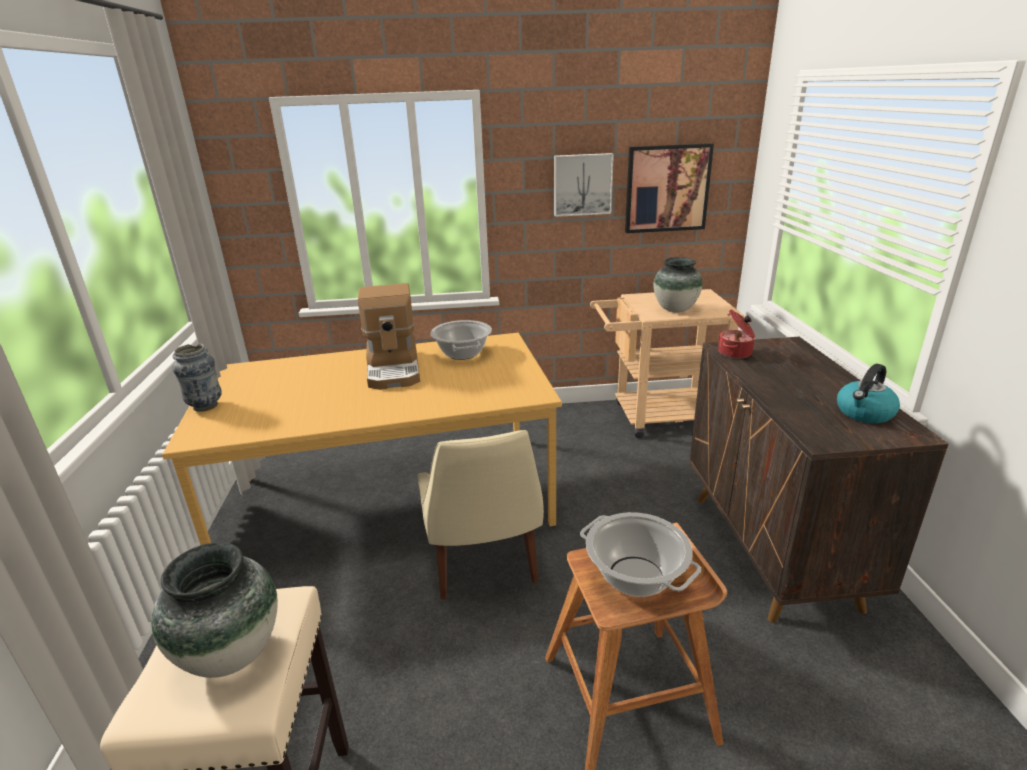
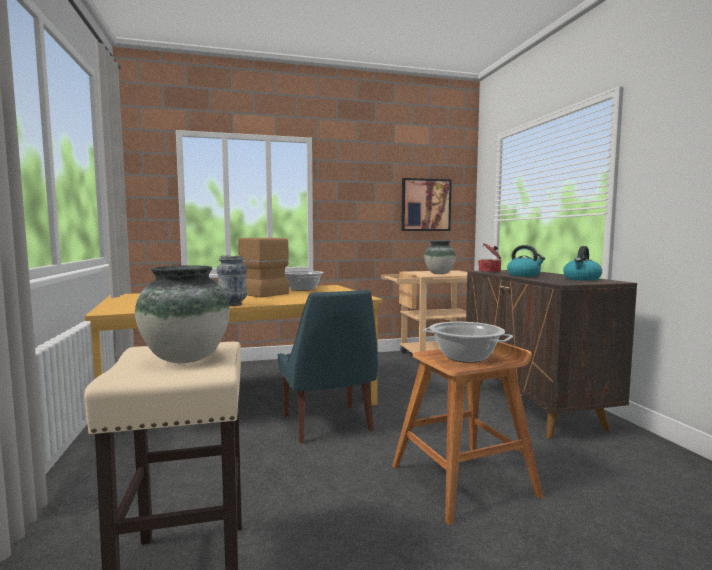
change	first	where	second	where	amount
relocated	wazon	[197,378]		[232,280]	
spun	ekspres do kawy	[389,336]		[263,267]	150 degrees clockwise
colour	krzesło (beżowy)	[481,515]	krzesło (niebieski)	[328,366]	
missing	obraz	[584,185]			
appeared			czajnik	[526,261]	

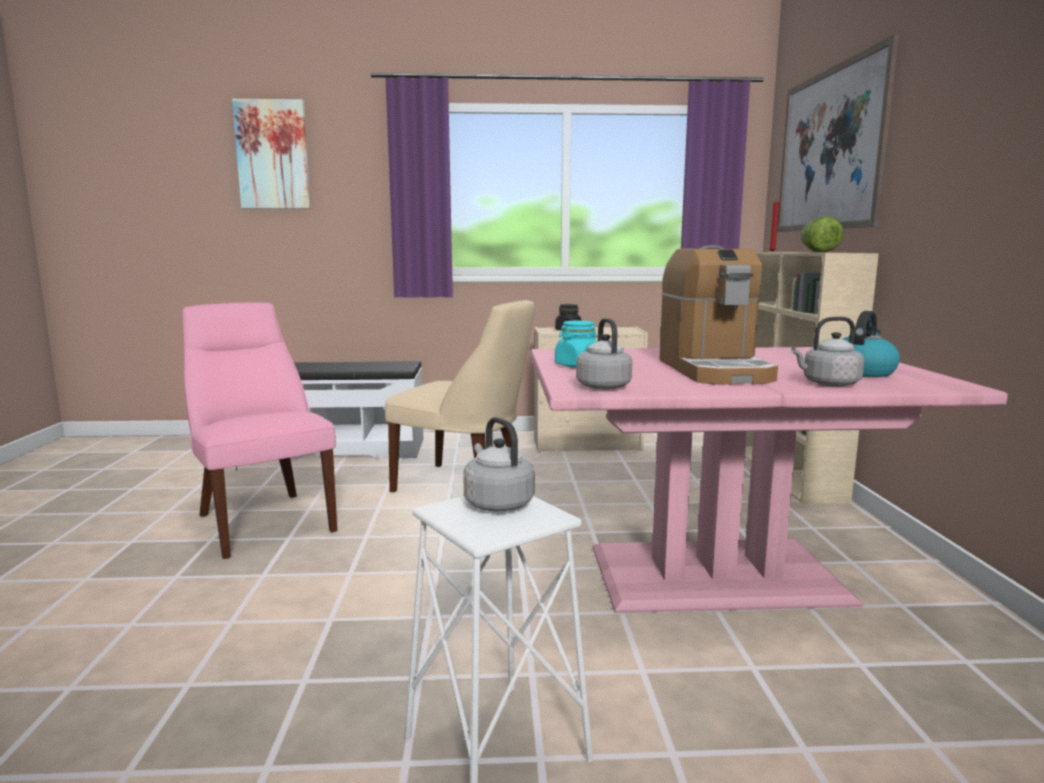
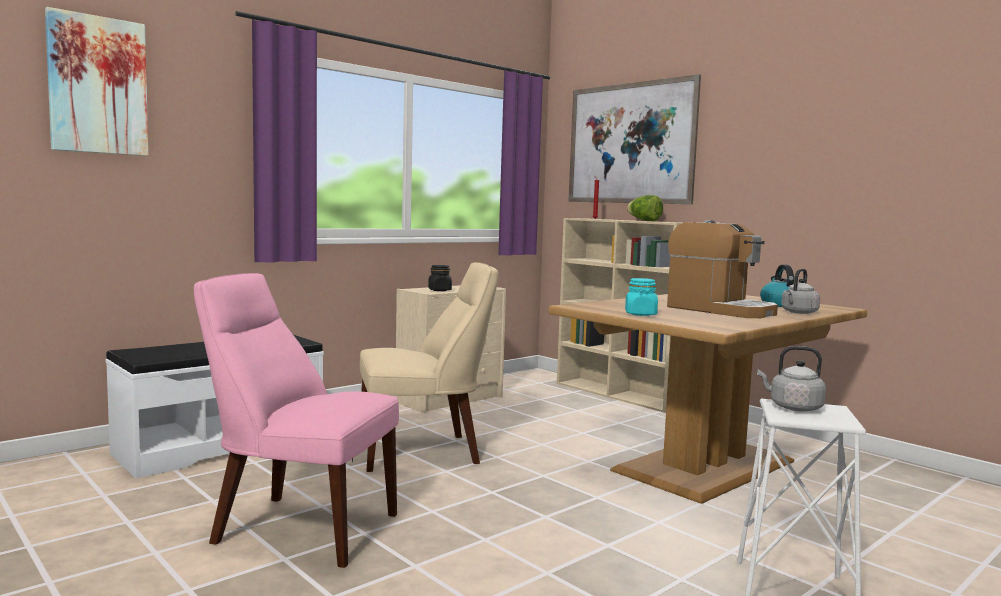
change	first	where	second	where	amount
colour	stół jadalny (różowy)	[769,480]	stół jadalny (brązowy)	[707,399]	
missing	czajnik (szary)	[604,354]			

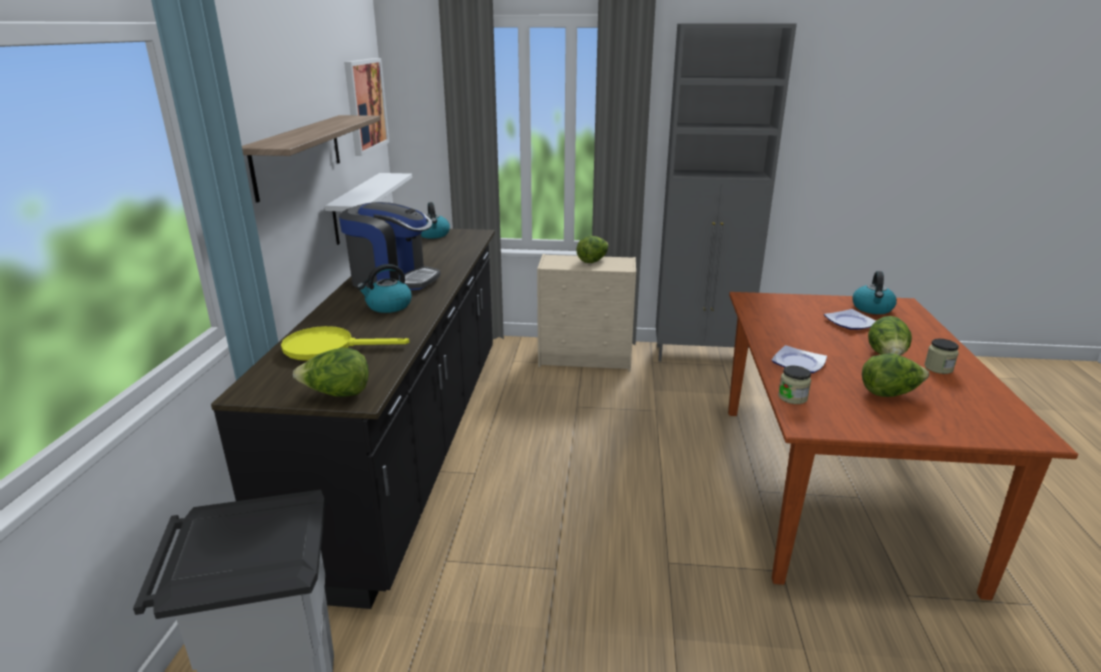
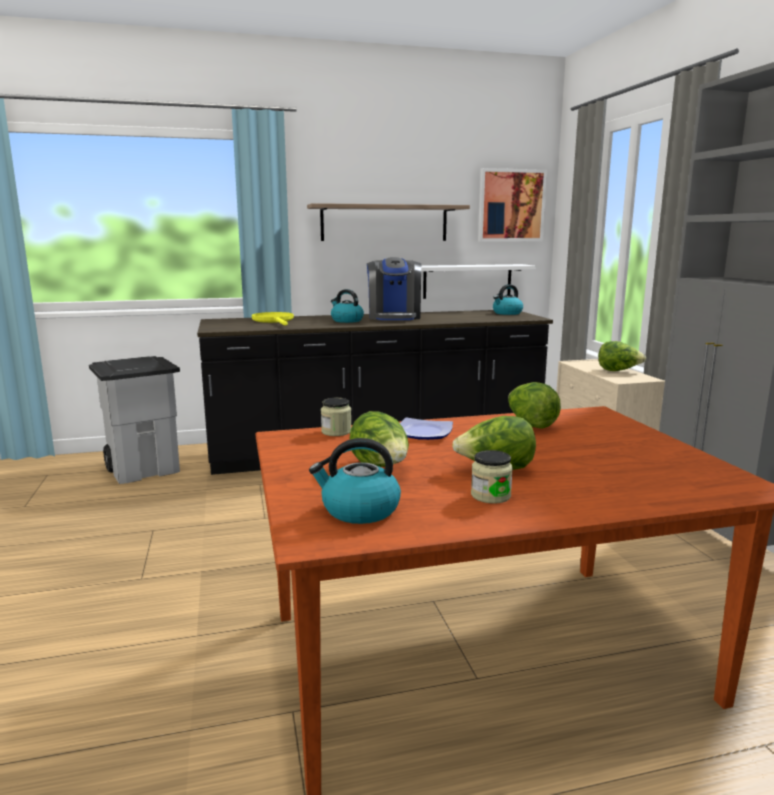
change	first	where	second	where	amount
relocated	sałata	[331,372]		[534,405]	
missing	talerz	[850,319]			
relocated	czajnik	[874,292]		[355,481]	

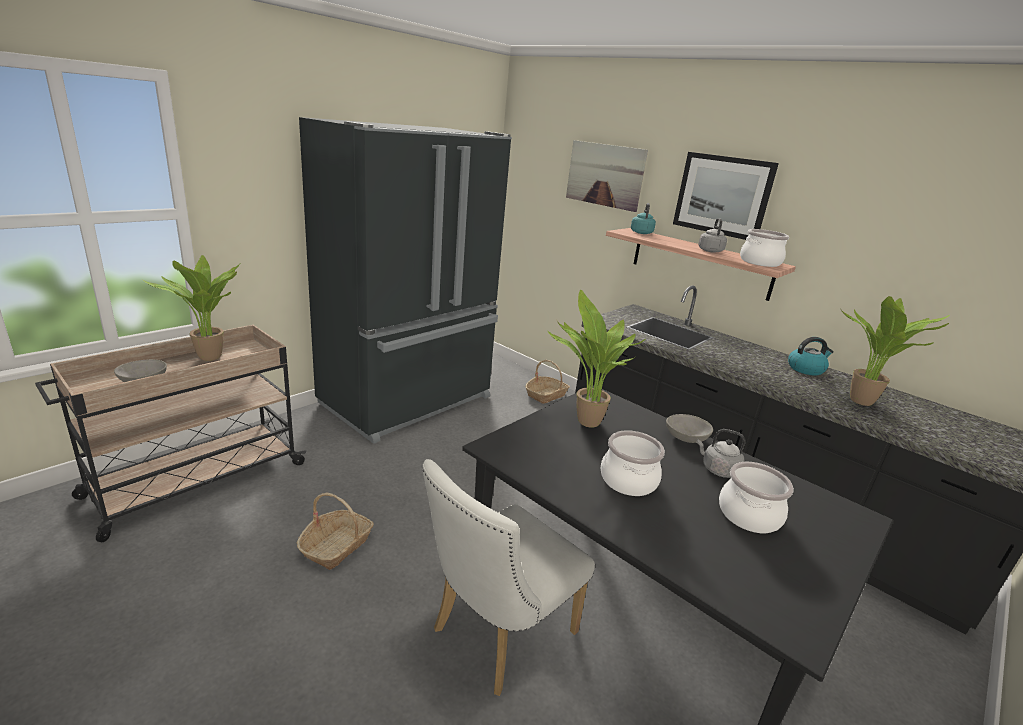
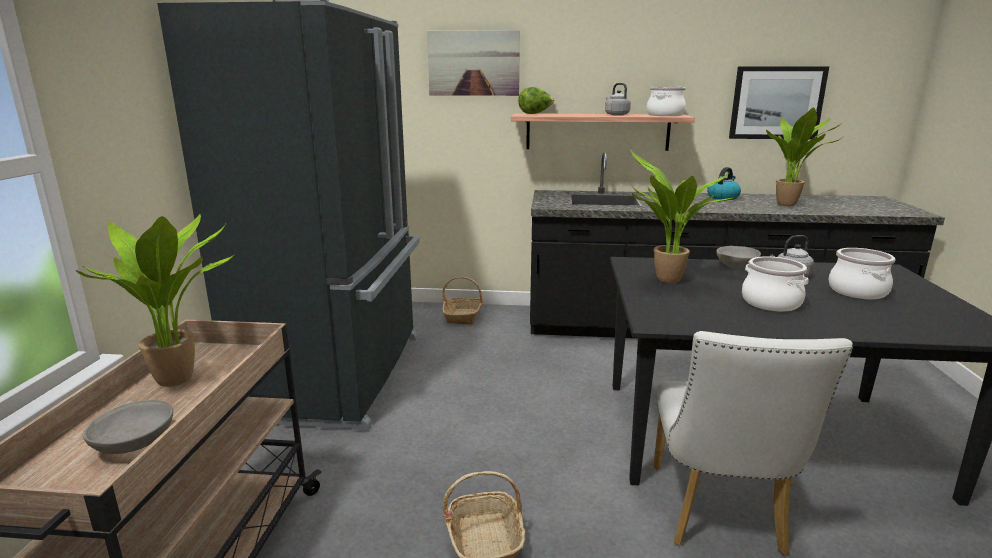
change	first	where	second	where	amount
exchanged	czajnik (turkusowy)	[643,218]	sałata	[536,100]	
relocated	obraz	[726,196]		[779,102]	

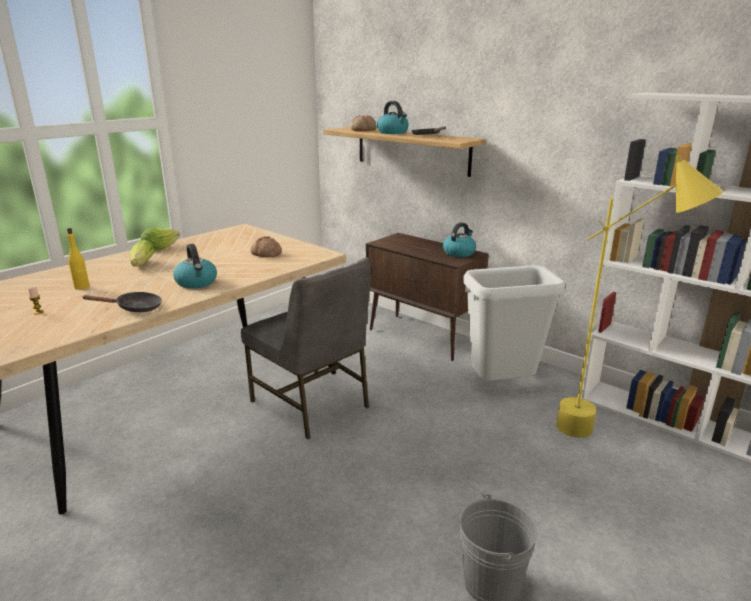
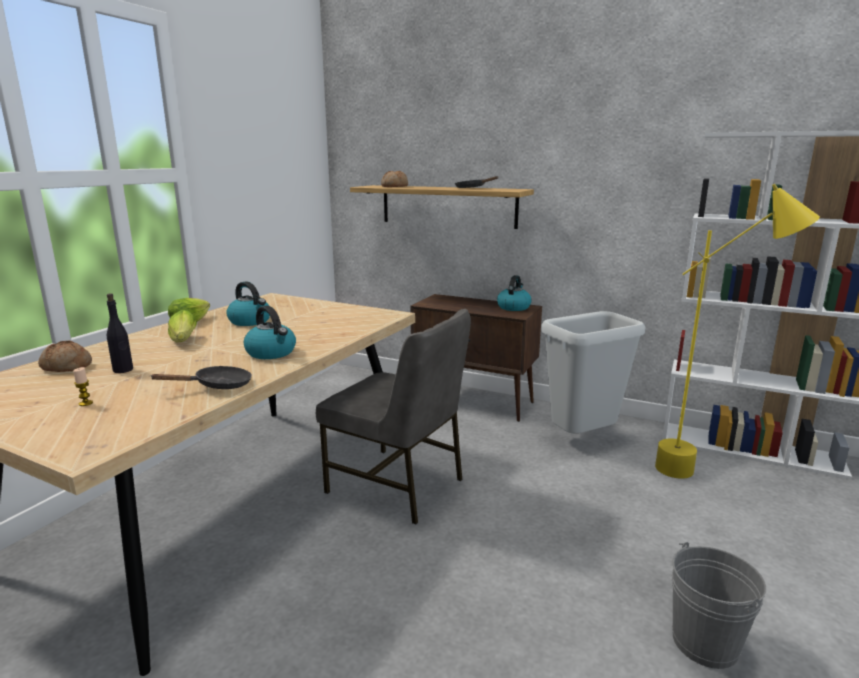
change	first	where	second	where	amount
colour	butelka (żółty)	[78,259]	butelka (czarny)	[120,333]	
relocated	chleb	[266,246]		[65,356]	
relocated	czajnik	[393,117]		[248,303]	

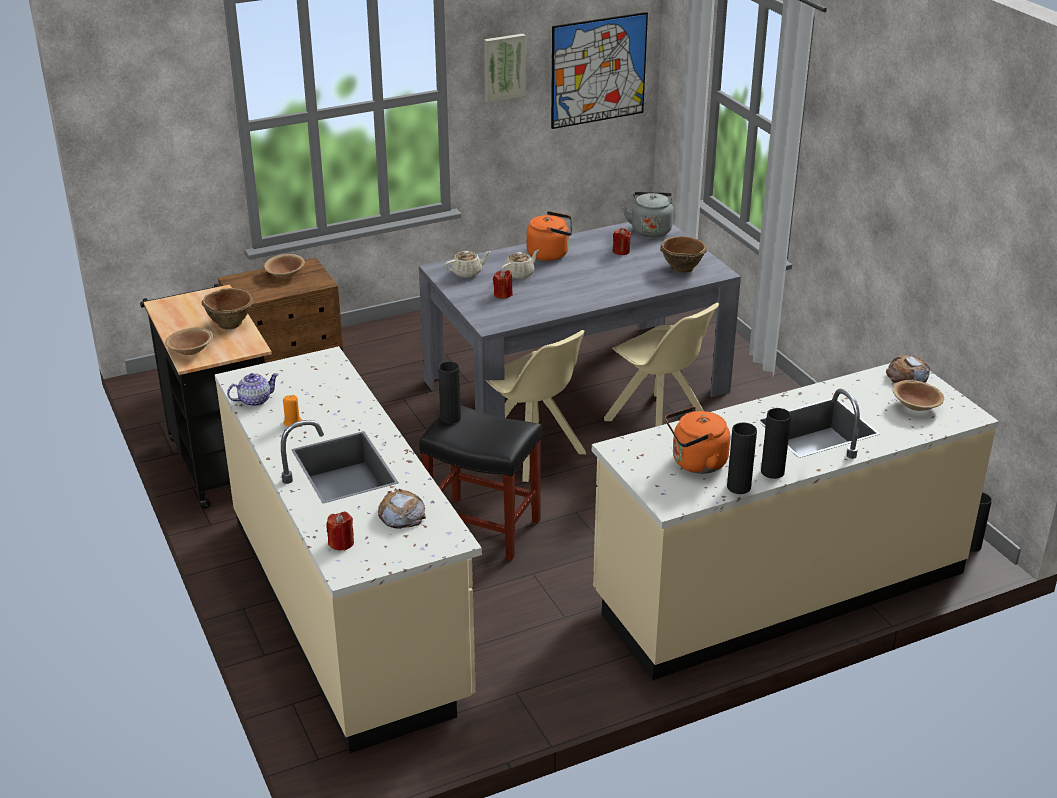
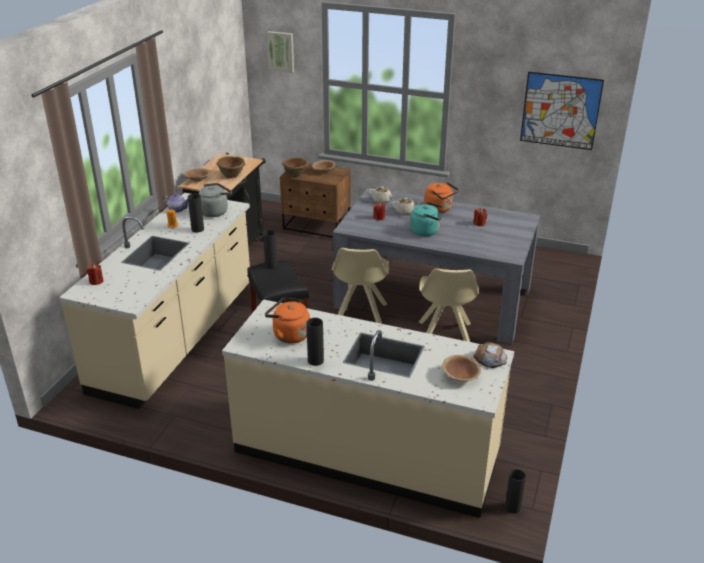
change	first	where	second	where	amount
missing	chleb	[402,509]			
relocated	obraz	[505,68]		[280,52]	
relocated	czajnik (szary)	[648,214]		[215,200]	
relocated	miska (brązowy)	[683,254]		[295,167]	
relocated	wazon (czarny)	[742,458]		[196,213]	
appeared			czajnik (turkusowy)	[426,219]	

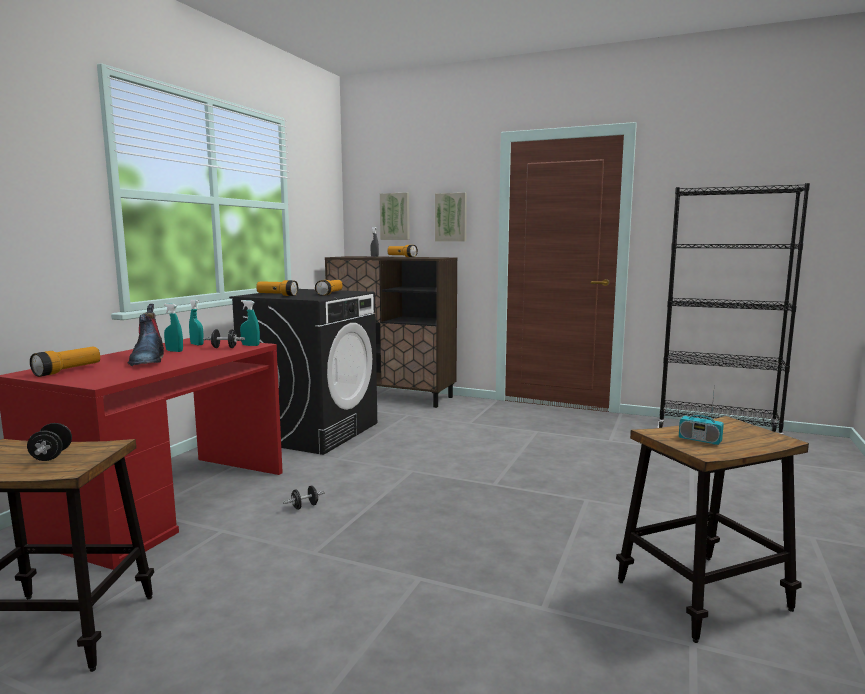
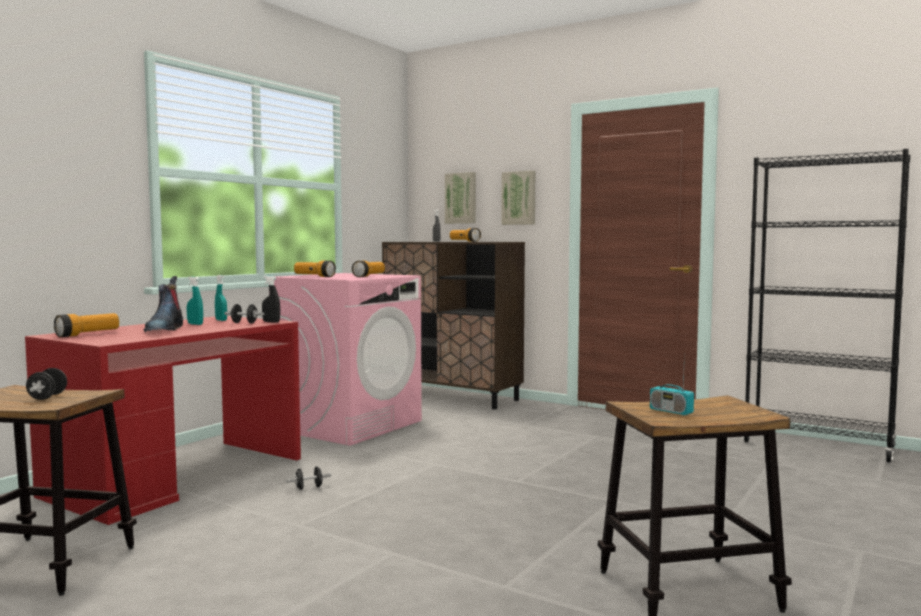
change	first	where	second	where	amount
colour	pralka (czarny)	[303,372]	pralka (różowy)	[348,359]	
colour	spryskiwacz (turkusowy)	[250,323]	spryskiwacz (czarny)	[271,299]	

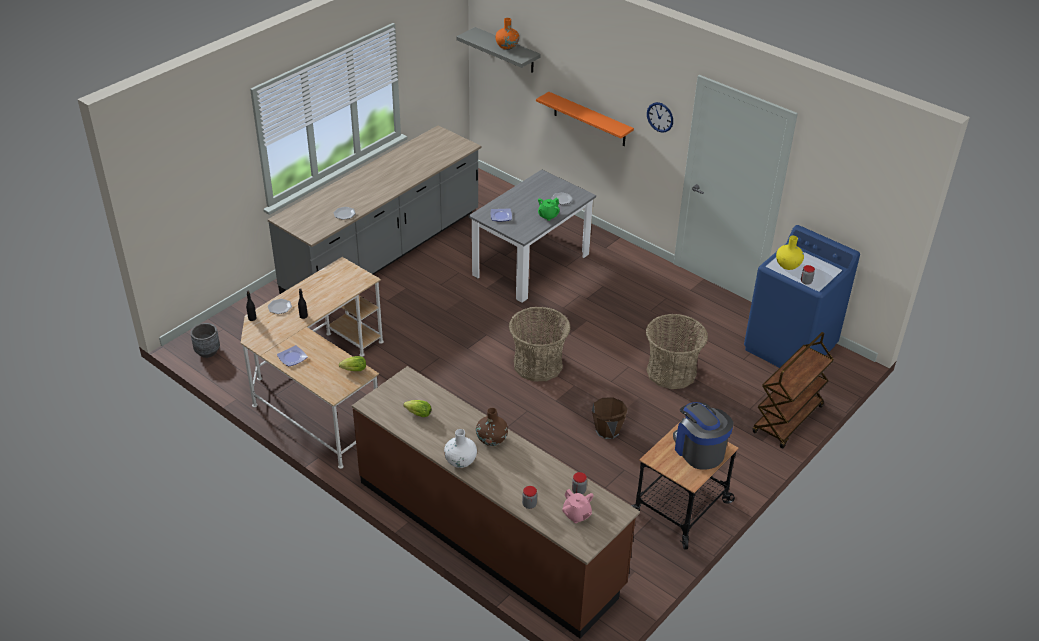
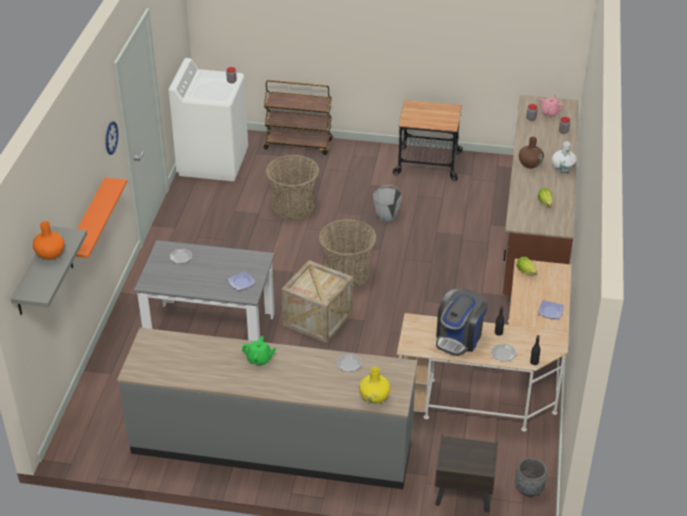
change	first	where	second	where	amount
relocated	imbryk (zielony)	[549,209]		[259,351]	
colour	wiadro (brązowy)	[610,418]	wiadro (szary)	[387,203]	
relocated	ekspres do kawy	[703,436]		[462,322]	
colour	pralka (niebieski)	[802,296]	pralka (biały)	[208,119]	
relocated	wazon (żółty)	[790,253]		[374,385]	
appeared			skrzynka	[317,301]	
appeared			szafka nocna (brązowy)	[466,473]	

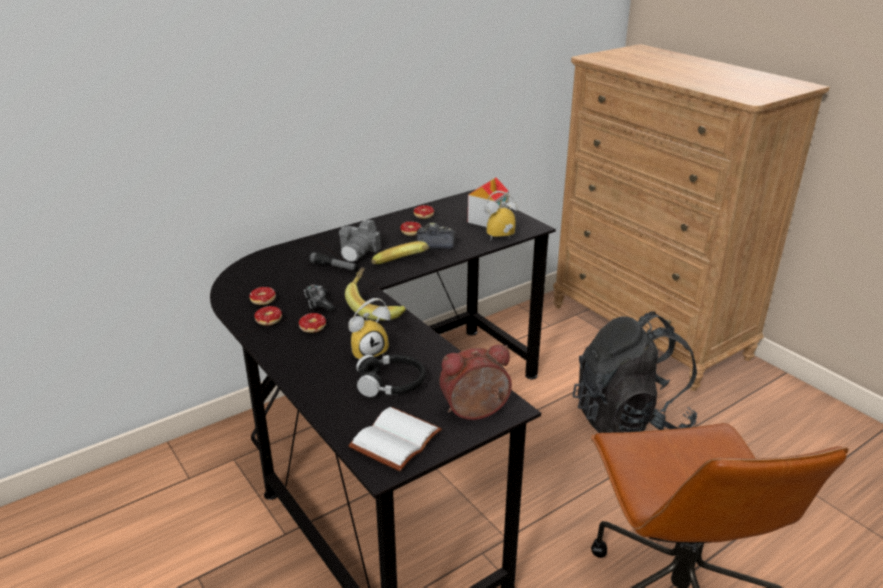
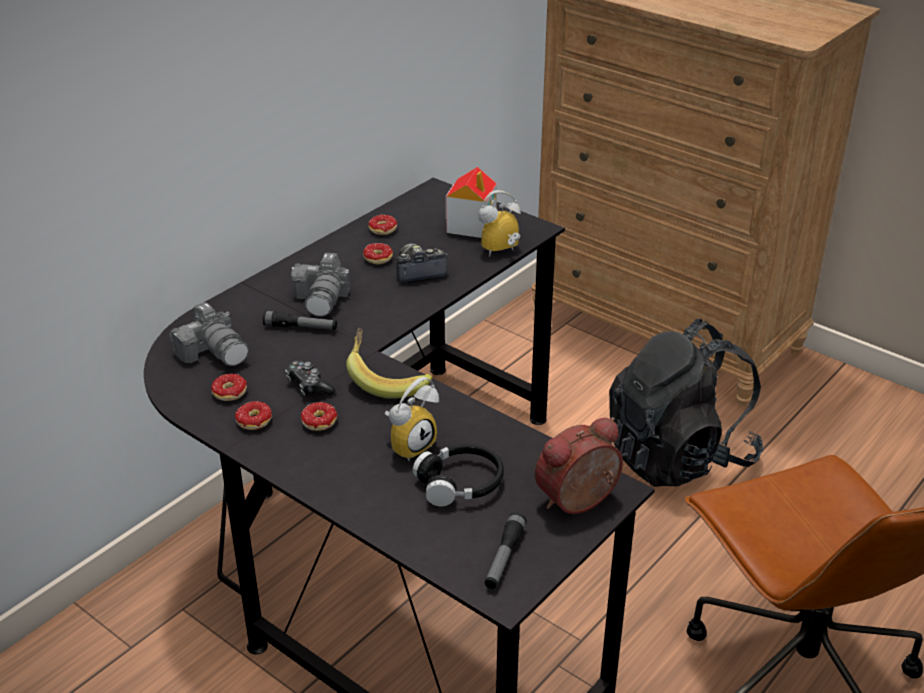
change	first	where	second	where	amount
exchanged	książka (biały)	[395,439]	latarka	[506,551]	
missing	banan	[400,252]			
appeared			aparat fotograficzny	[209,334]	

